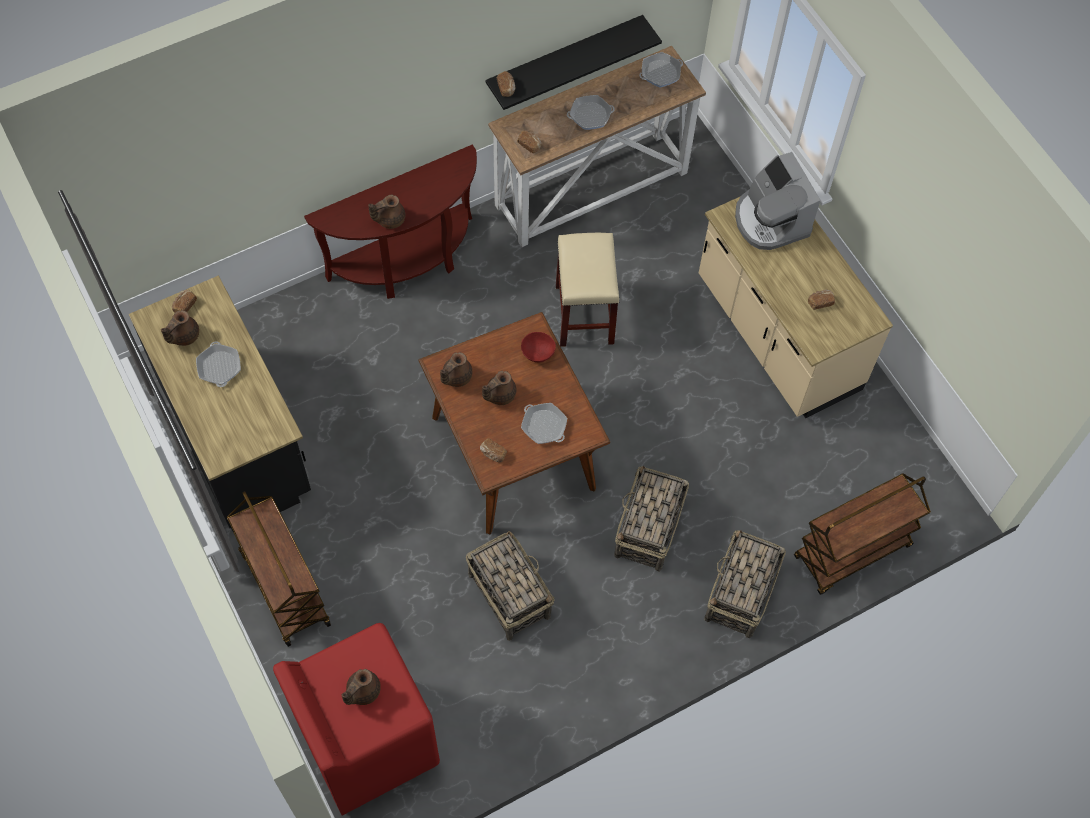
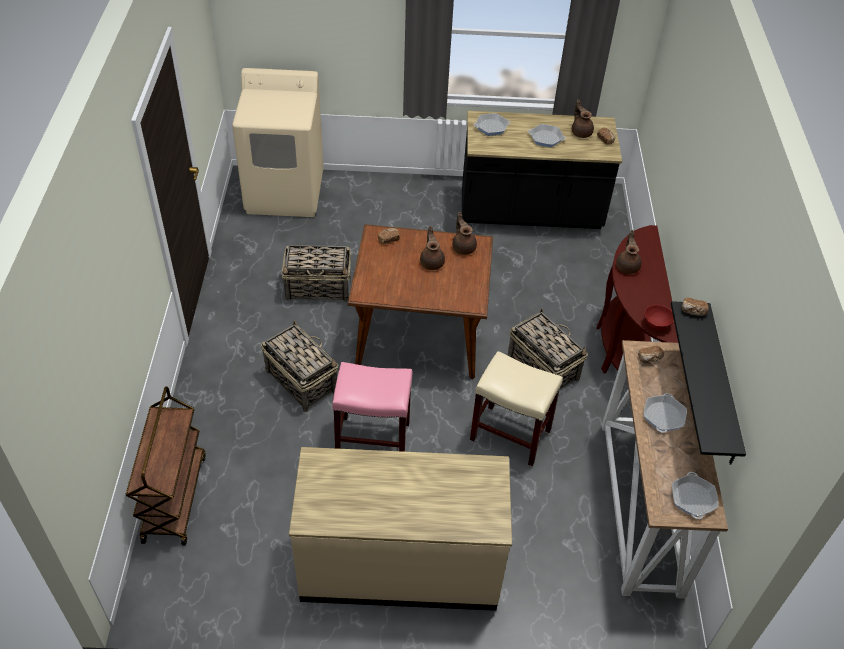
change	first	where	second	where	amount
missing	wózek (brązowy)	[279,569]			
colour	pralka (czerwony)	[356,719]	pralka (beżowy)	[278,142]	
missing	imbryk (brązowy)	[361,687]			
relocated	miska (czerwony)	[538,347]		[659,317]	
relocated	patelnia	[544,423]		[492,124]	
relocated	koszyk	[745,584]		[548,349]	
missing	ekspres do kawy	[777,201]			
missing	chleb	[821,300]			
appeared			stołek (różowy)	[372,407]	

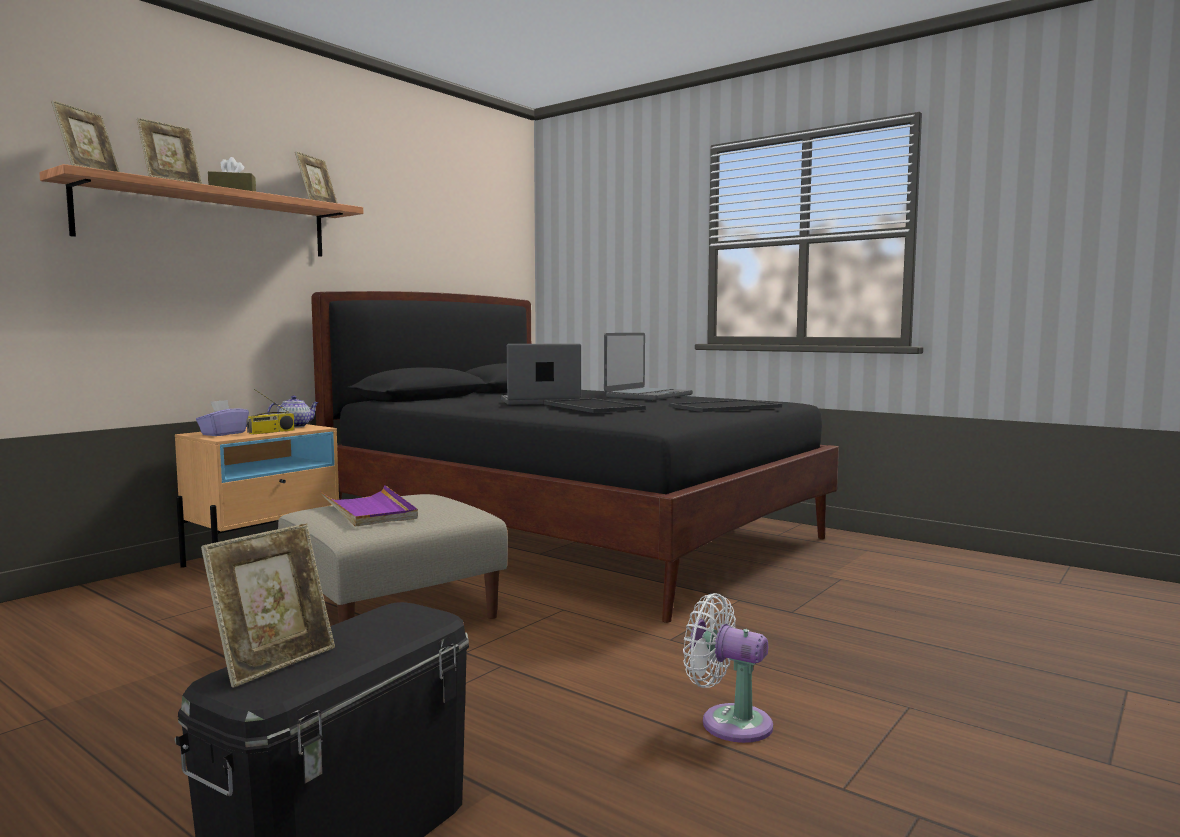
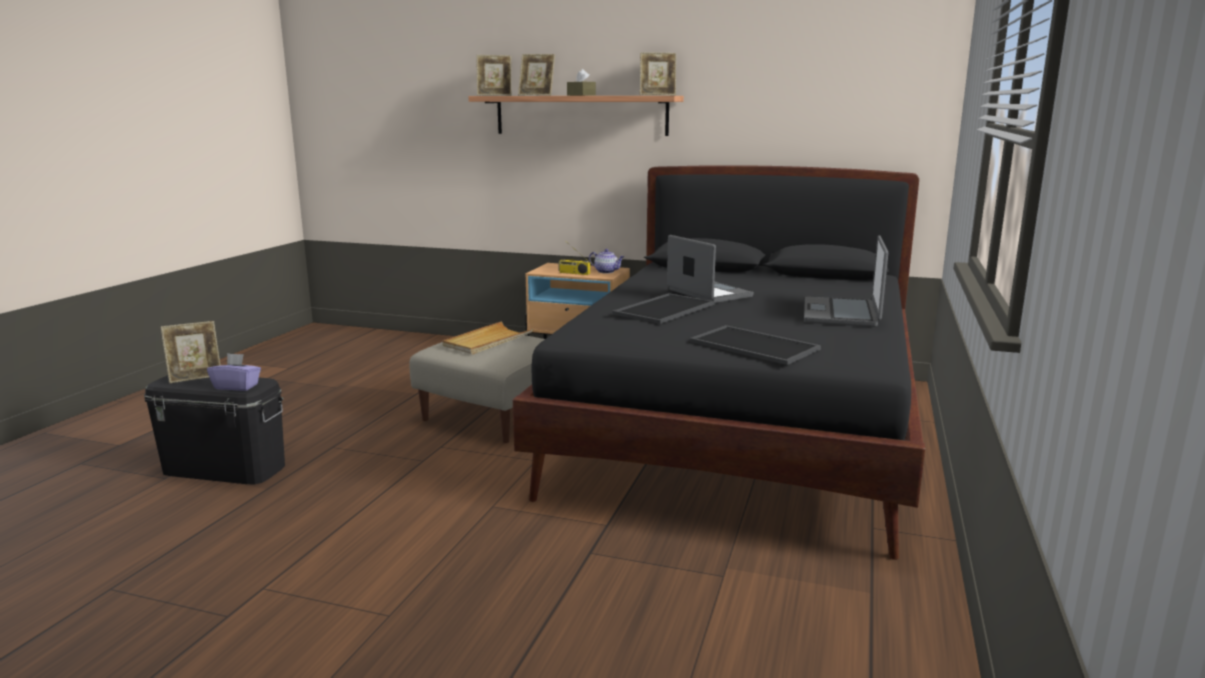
change	first	where	second	where	amount
relocated	pudełko chusteczek (fioletowy)	[222,418]		[234,372]	
spun	ramka na zdjęcie	[268,605]		[190,352]	45 degrees counterclockwise
colour	taca (fioletowy)	[369,506]	taca (beżowy)	[488,337]	
spun	laptop	[648,366]		[846,281]	90 degrees clockwise
missing	wentylator (biały)	[728,668]			

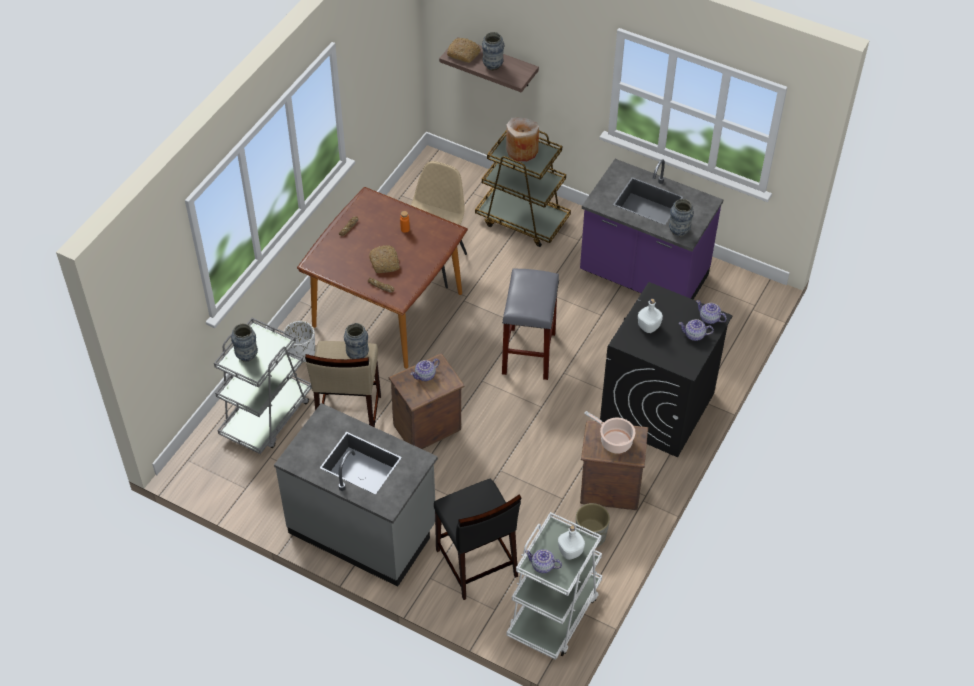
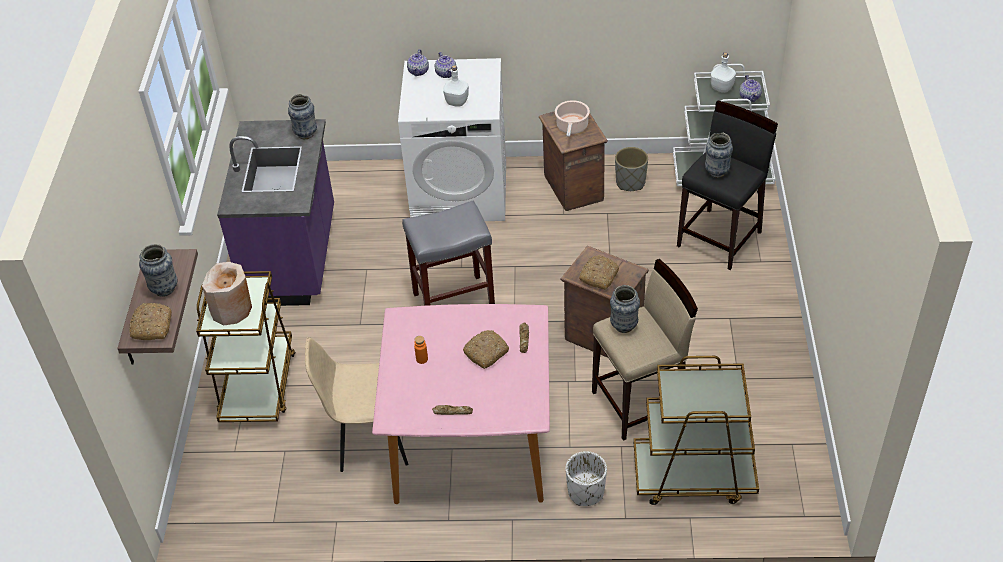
change	first	where	second	where	amount
colour	wózek (szary)	[263,386]	wózek (brązowy)	[696,430]	
relocated	wazon	[244,343]		[719,155]	
missing	zabudowa kuchenna (szary)	[356,495]			
colour	stół jadalny (brązowy)	[382,278]	stół jadalny (różowy)	[461,404]	
exchanged	imbryk	[425,370]	chleb	[599,272]	
colour	pralka (czarny)	[666,369]	pralka (biały)	[452,139]	

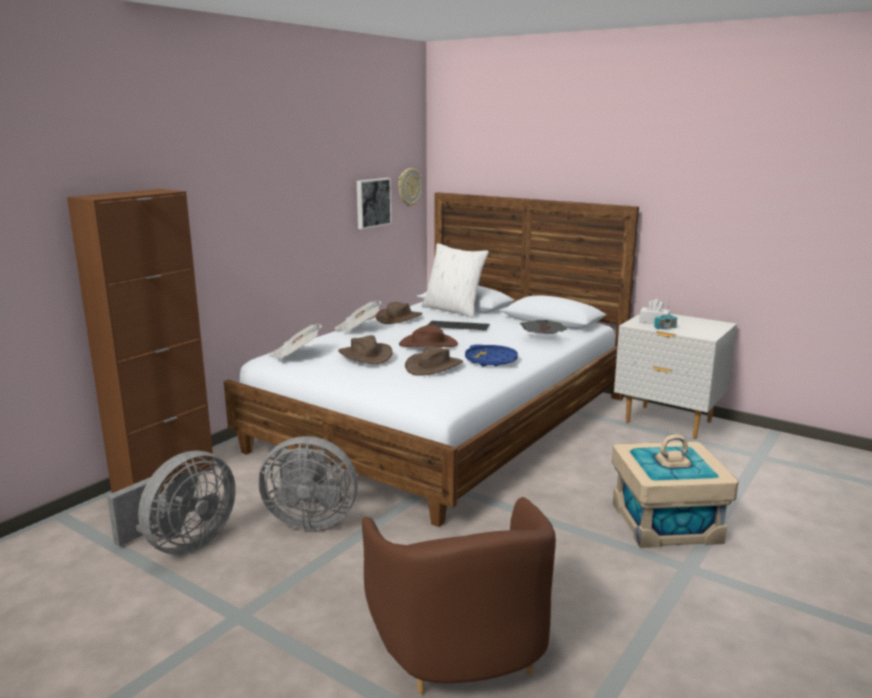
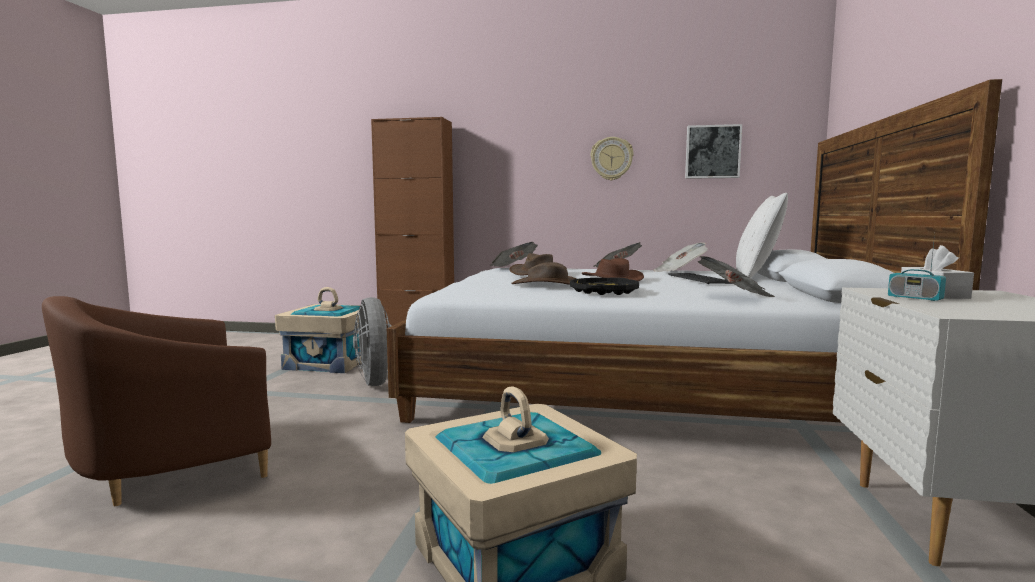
change	first	where	second	where	amount
exchanged	wentylator (szary)	[171,503]	pojemnik do przechowywania (beżowy)	[318,330]	
exchanged	kapelusz (brązowy)	[399,313]	gazeta	[681,257]	
relocated	zegar ścienny	[410,187]		[612,159]	
colour	taca (niebieski)	[491,355]	taca (czarny)	[604,286]	

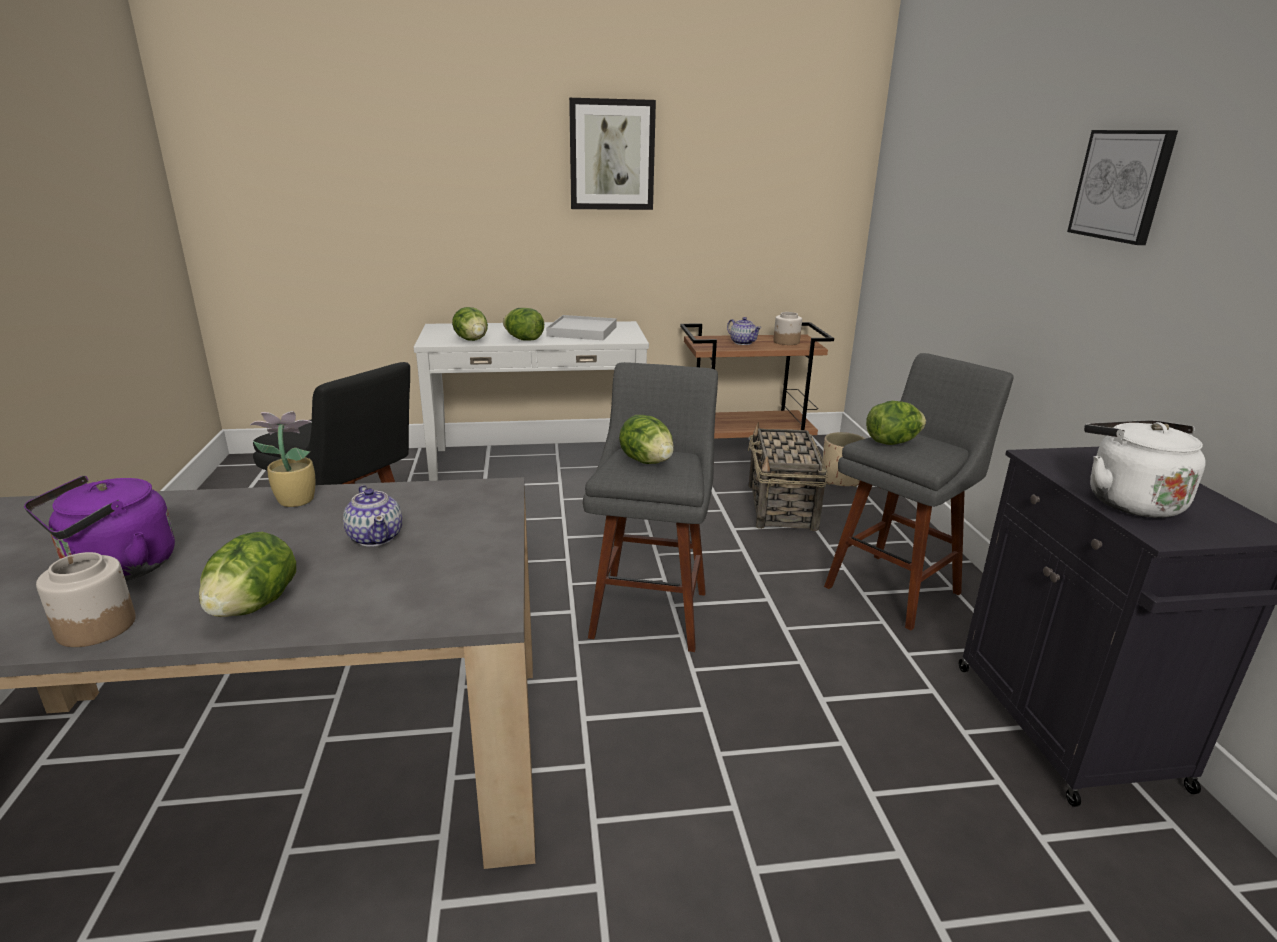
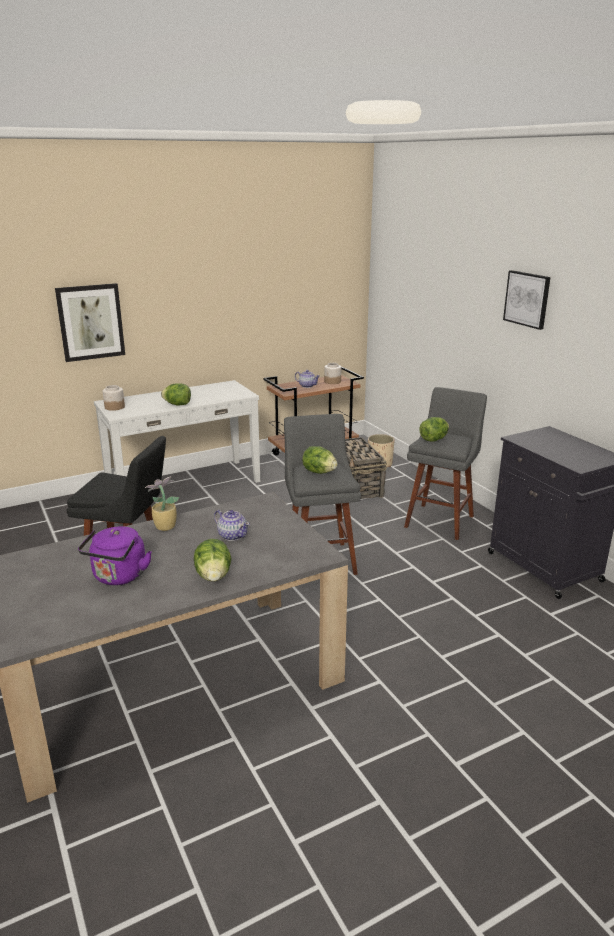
change	first	where	second	where	amount
relocated	słoik	[86,599]		[114,398]	
missing	sałata	[470,324]			
missing	taca (biały)	[581,327]			
relocated	obraz	[612,154]		[90,322]	
missing	czajnik (biały)	[1145,469]			

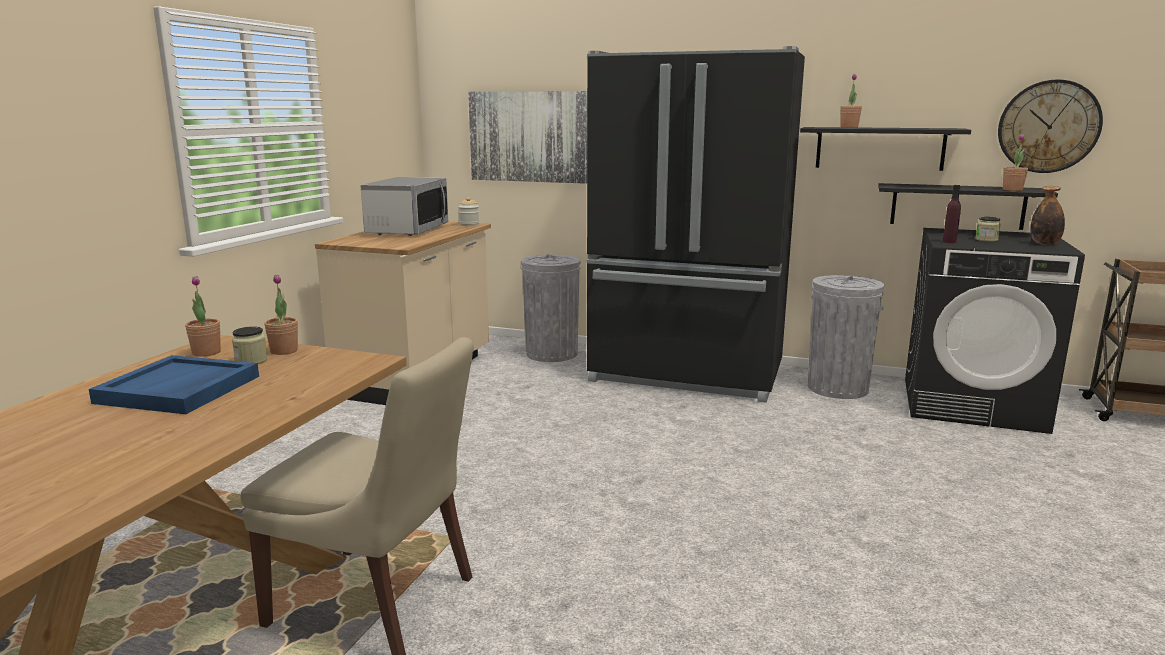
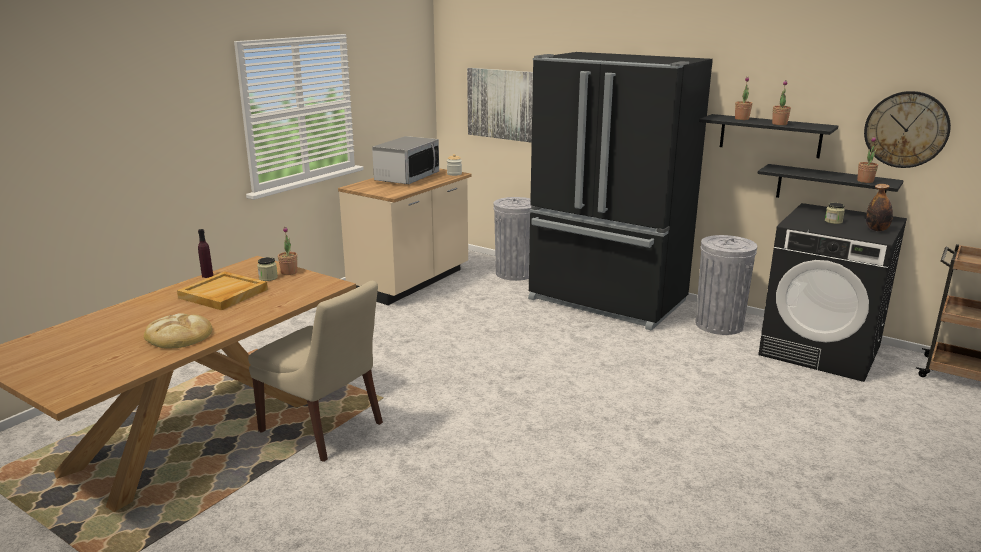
change	first	where	second	where	amount
colour	taca (niebieski)	[174,384]	taca (beżowy)	[222,291]	
relocated	roślina doniczkowa	[203,316]		[781,102]	
relocated	butelka (fioletowy)	[952,214]		[205,253]	
appeared			chleb	[178,330]	

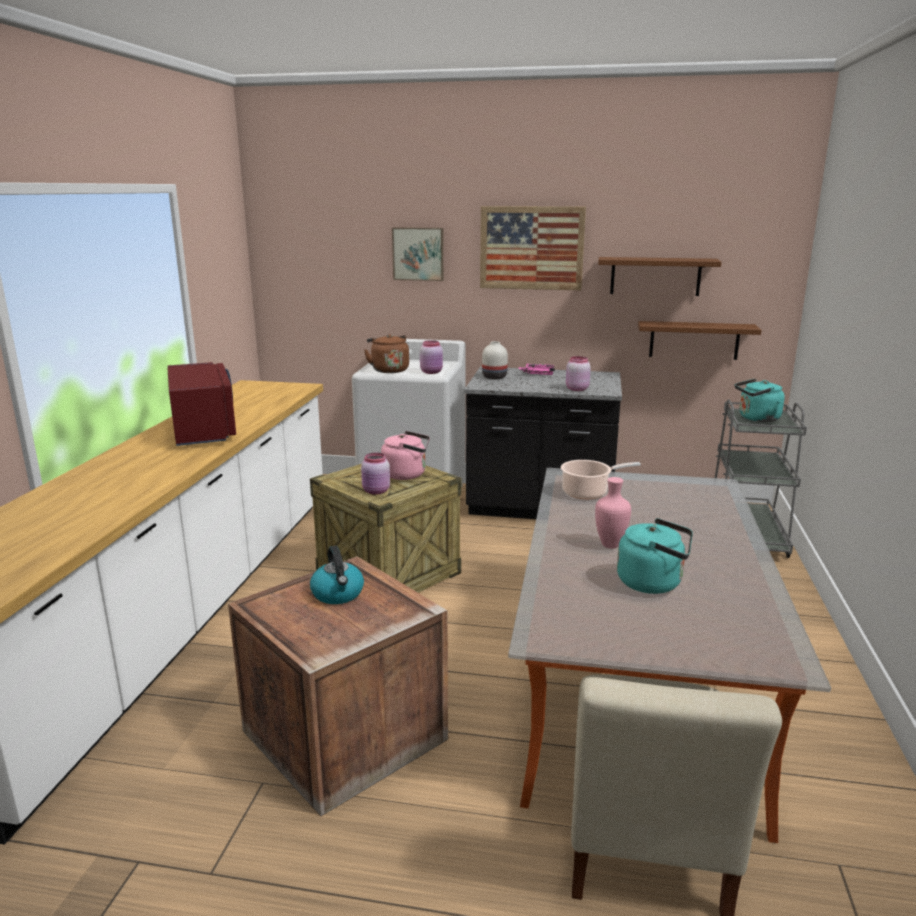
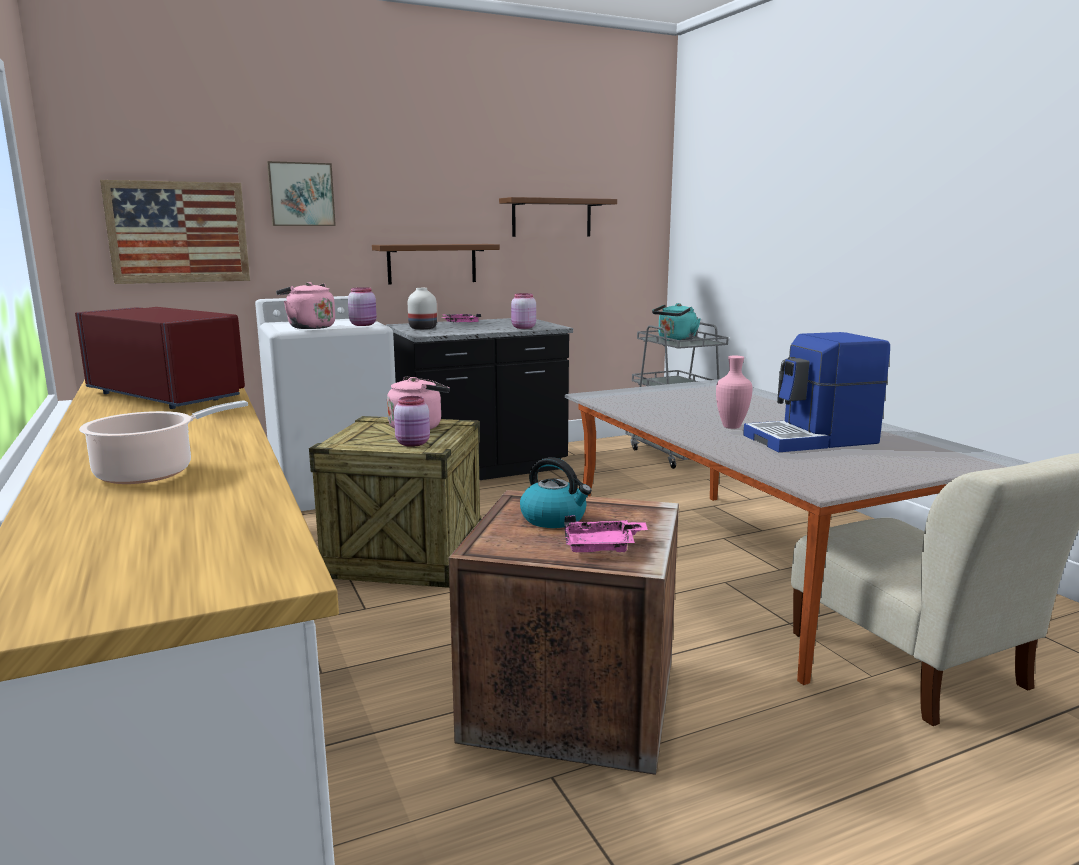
change	first	where	second	where	amount
colour	czajnik (brązowy)	[386,353]	czajnik (różowy)	[305,305]	
relocated	obraz	[533,248]		[175,232]	
relocated	garnek	[601,479]		[163,442]	
exchanged	czajnik (turkusowy)	[655,556]	ekspres do kawy	[816,392]	
relocated	półka (brązowy)	[699,340]		[436,264]	
appeared			taca (różowy)	[606,533]	

